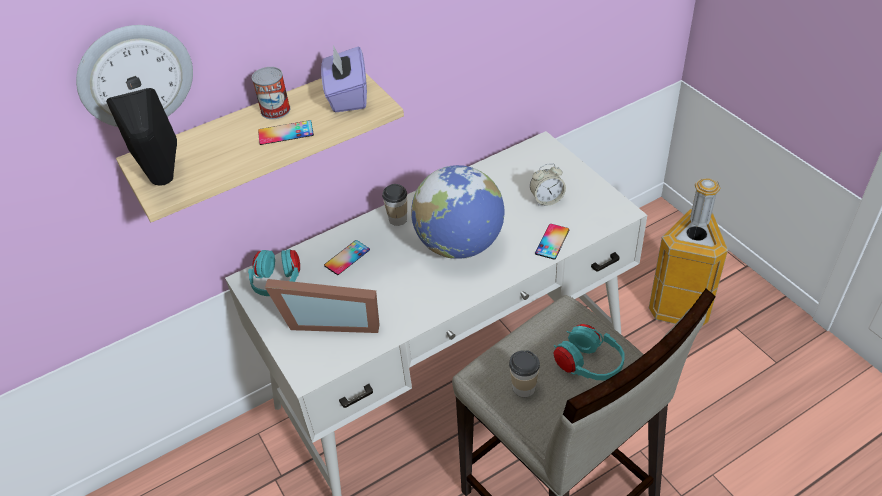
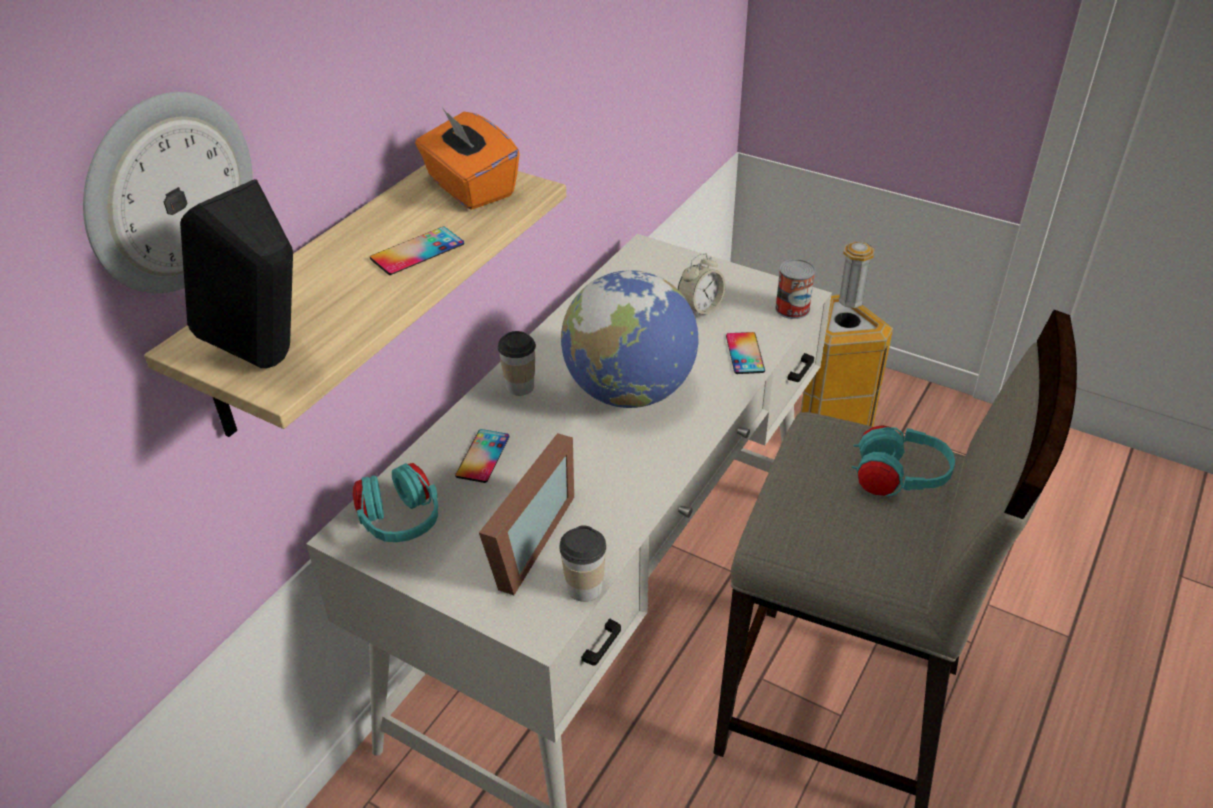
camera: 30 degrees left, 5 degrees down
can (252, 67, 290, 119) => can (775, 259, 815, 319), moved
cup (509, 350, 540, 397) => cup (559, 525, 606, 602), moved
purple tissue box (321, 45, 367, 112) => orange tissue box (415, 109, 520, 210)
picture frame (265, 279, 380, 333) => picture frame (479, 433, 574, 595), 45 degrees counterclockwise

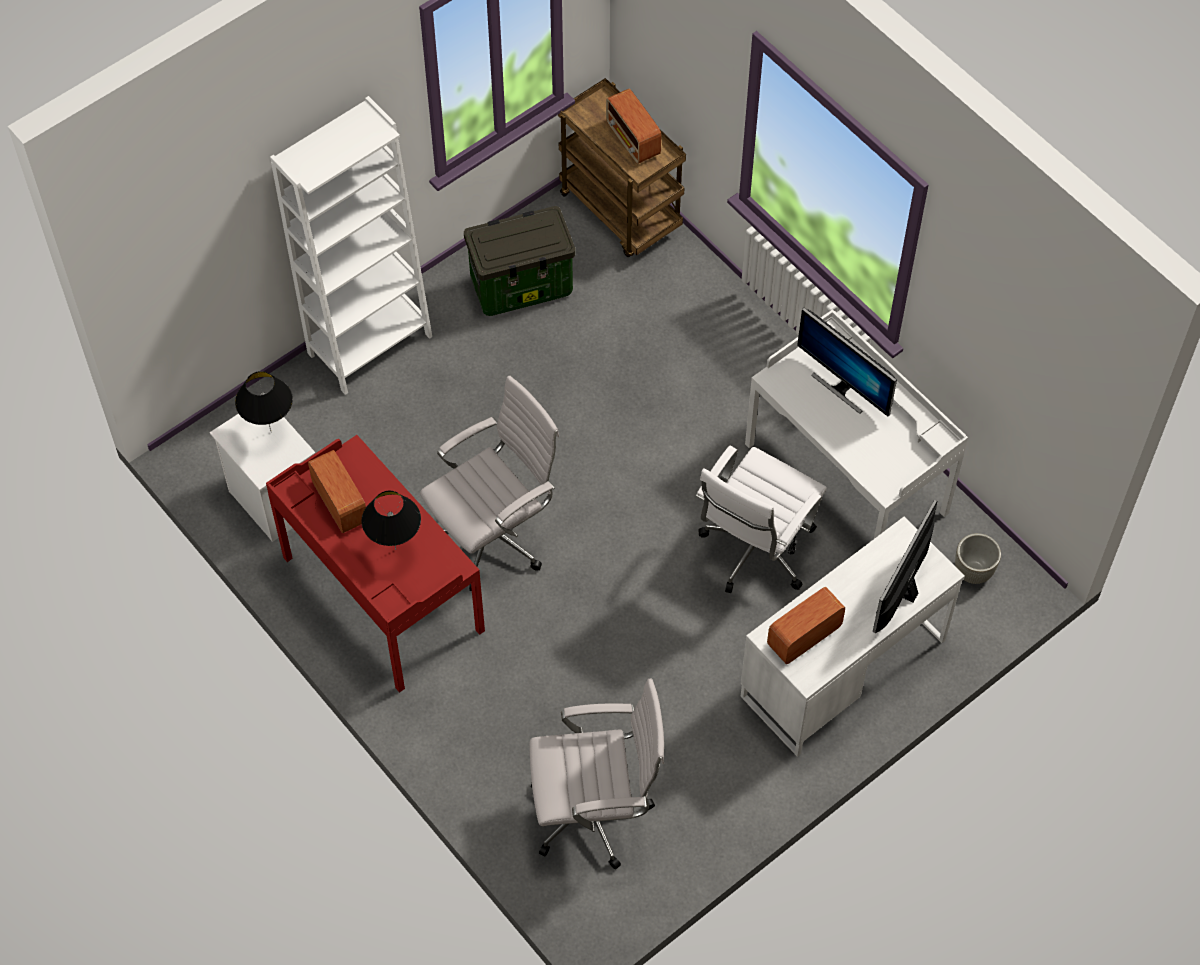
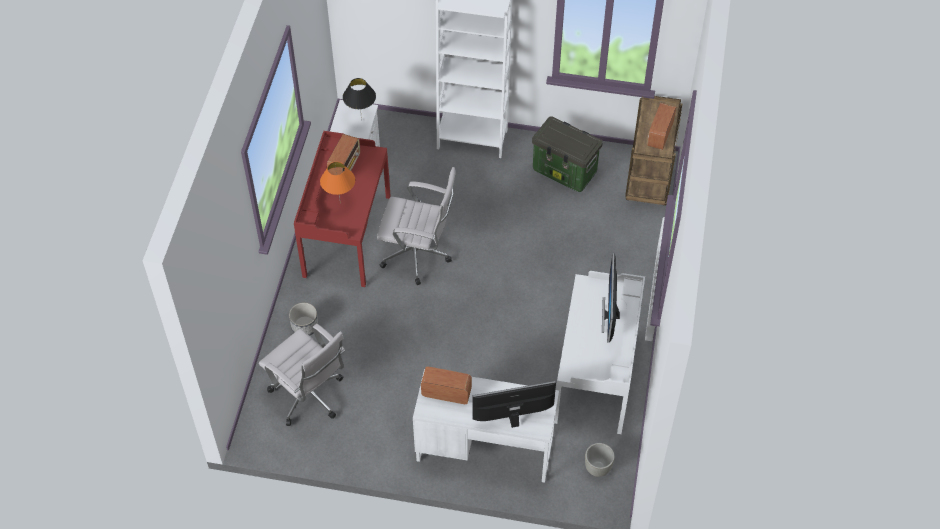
camera: 50 degrees right, 5 degrees down
white office chair (695, 446, 827, 593) => nothing
nothing => planter (289, 303, 319, 336)
black table lamp (361, 491, 421, 550) => orange table lamp (320, 162, 355, 204)

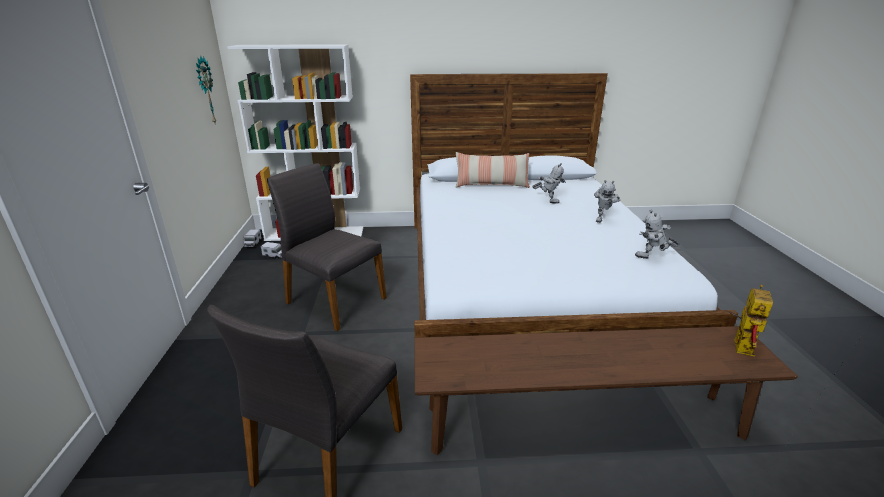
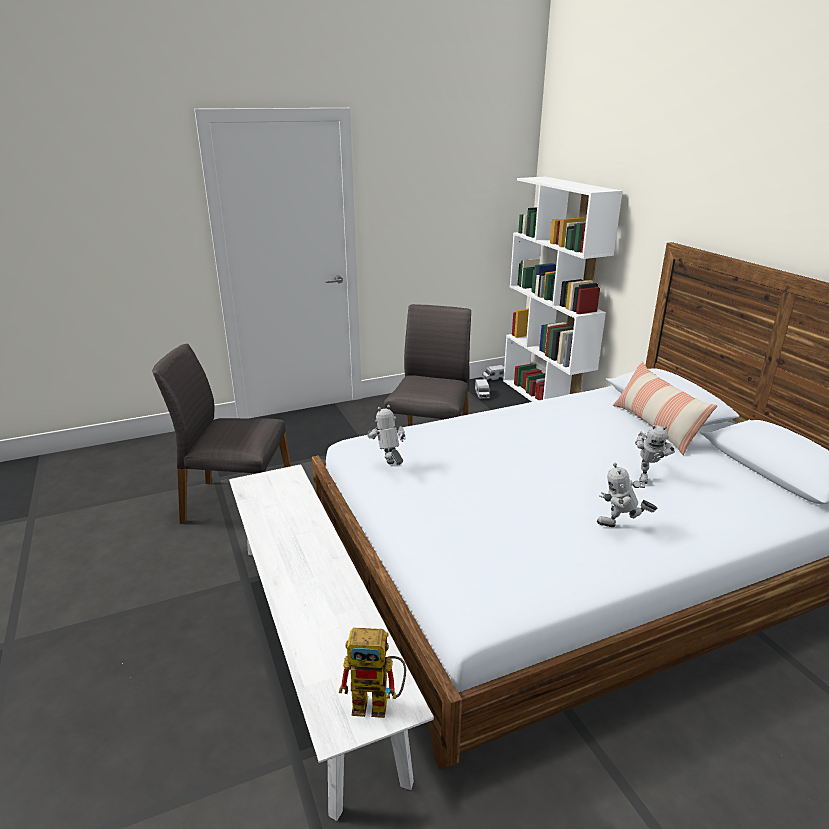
camera: 70 degrees right, 0 degrees up
wall clock (196, 55, 217, 123) => nothing
toy robot (635, 210, 679, 259) => toy robot (368, 405, 406, 465), moved
brown bench (414, 326, 798, 455) => white bench (229, 464, 434, 821)

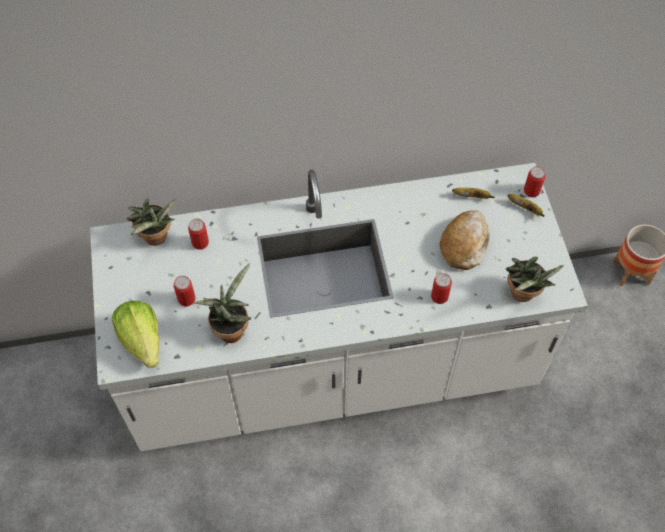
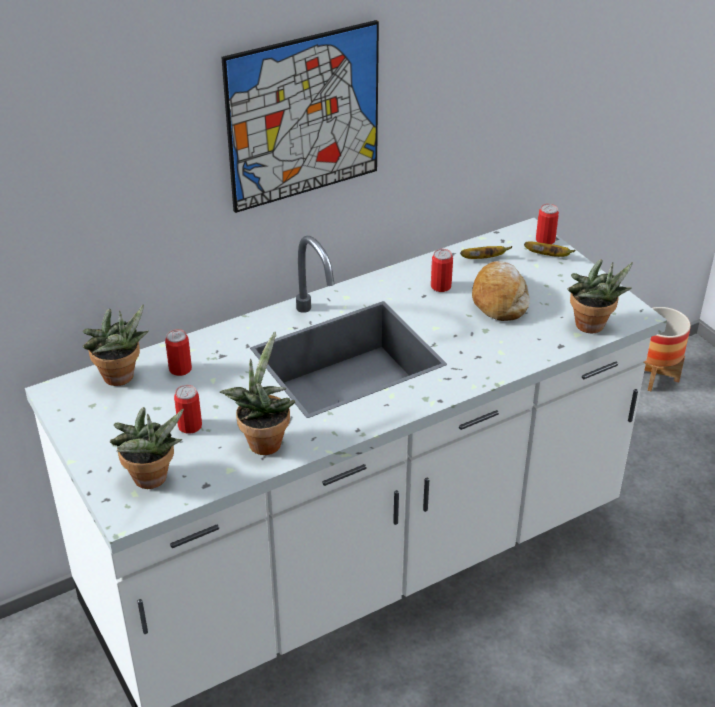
camera: 20 degrees left, 20 degrees down
nothing => picture (221, 20, 379, 213)
can (431, 273, 452, 304) => can (431, 249, 453, 292), moved
lettuce (112, 301, 160, 368) => potted plant (110, 407, 184, 489)

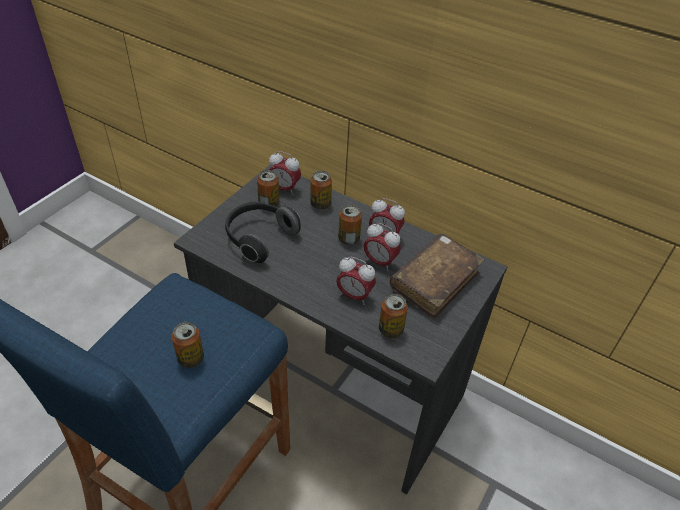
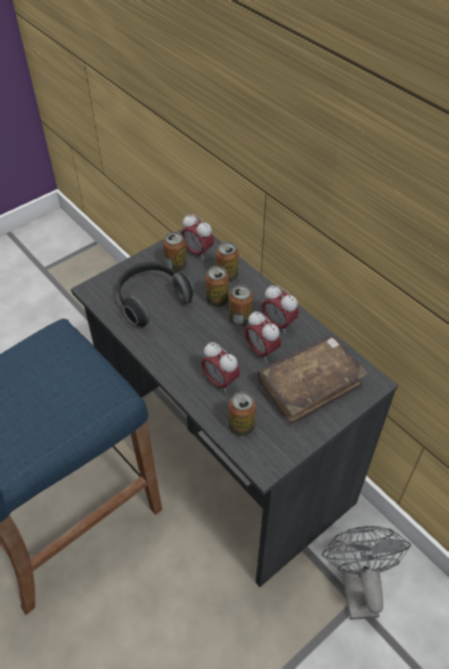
camera: 20 degrees right, 5 degrees up
nothing => grey fan (322, 526, 411, 620)
can (172, 322, 204, 368) => can (205, 266, 229, 307), moved

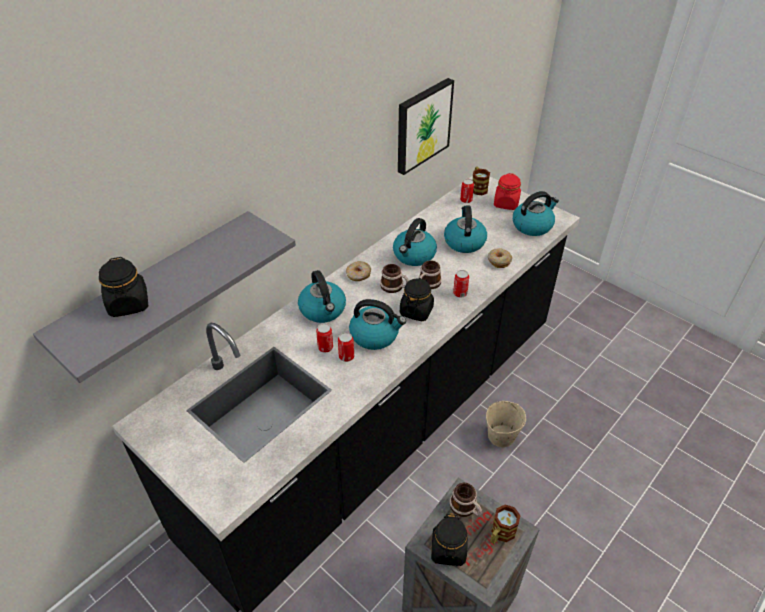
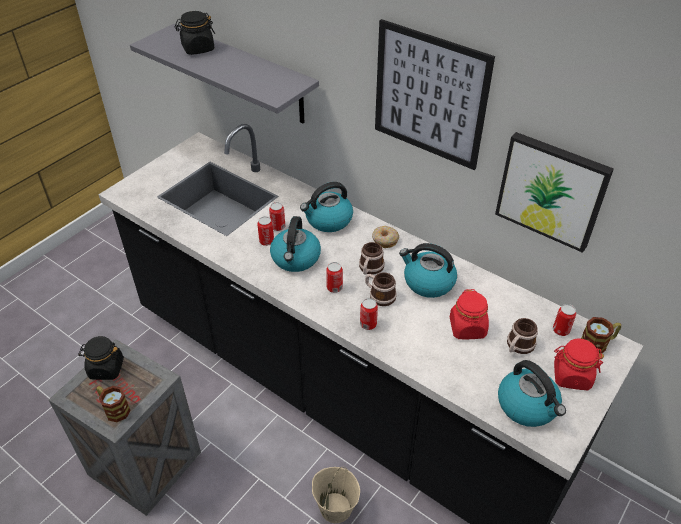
camera: 85 degrees right, 0 degrees up
donut (488, 248, 512, 268) => nothing
nothing => picture (375, 19, 495, 170)
mug (450, 483, 482, 517) => mug (507, 318, 538, 354), moved
black jar (400, 278, 434, 321) => can (326, 262, 343, 293)
kettle (444, 206, 487, 253) => red jar (450, 289, 489, 340)

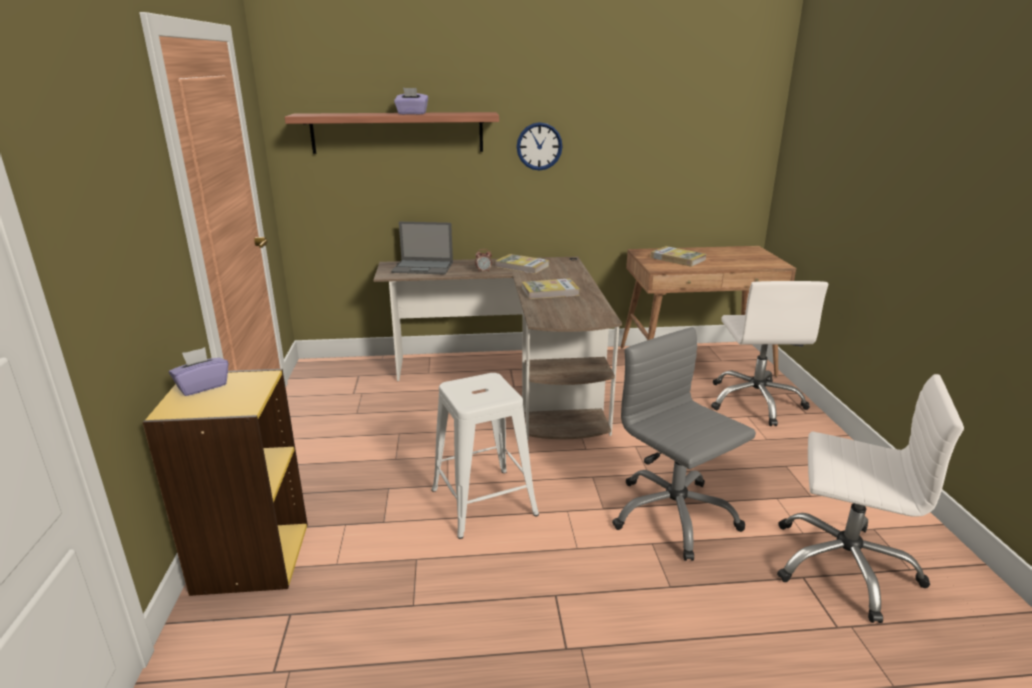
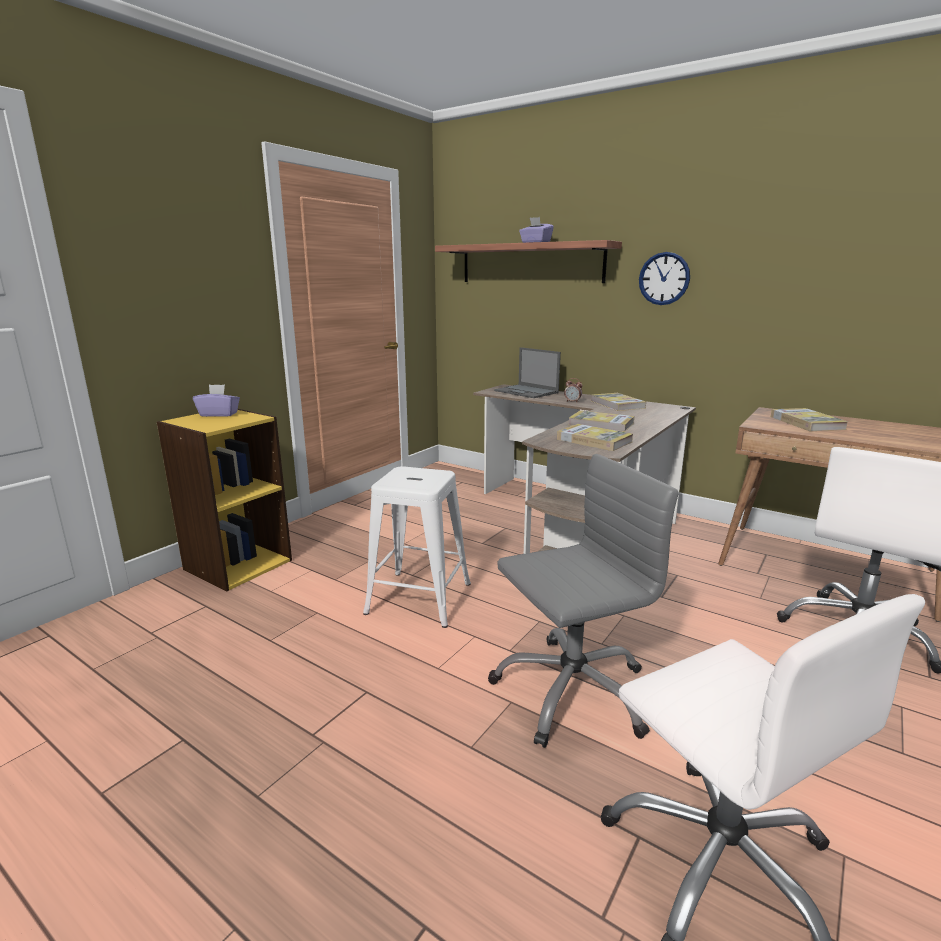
camera: 40 degrees right, 5 degrees down
nothing => book (557, 424, 633, 451)
grey office chair (612, 327, 756, 561) => grey office chair (488, 454, 678, 748), 60 degrees clockwise

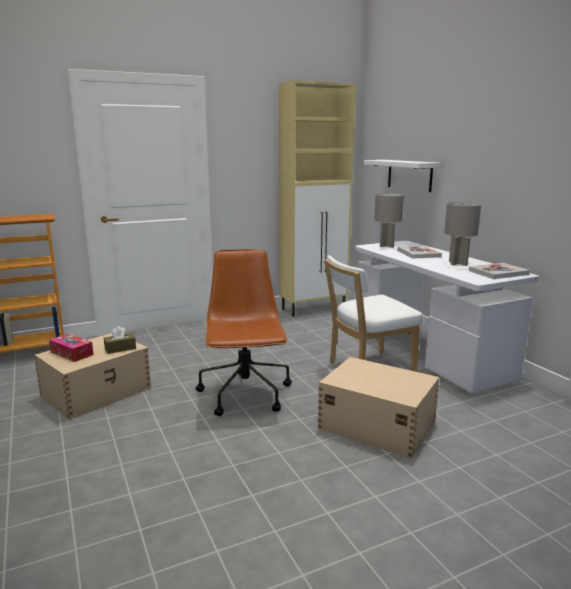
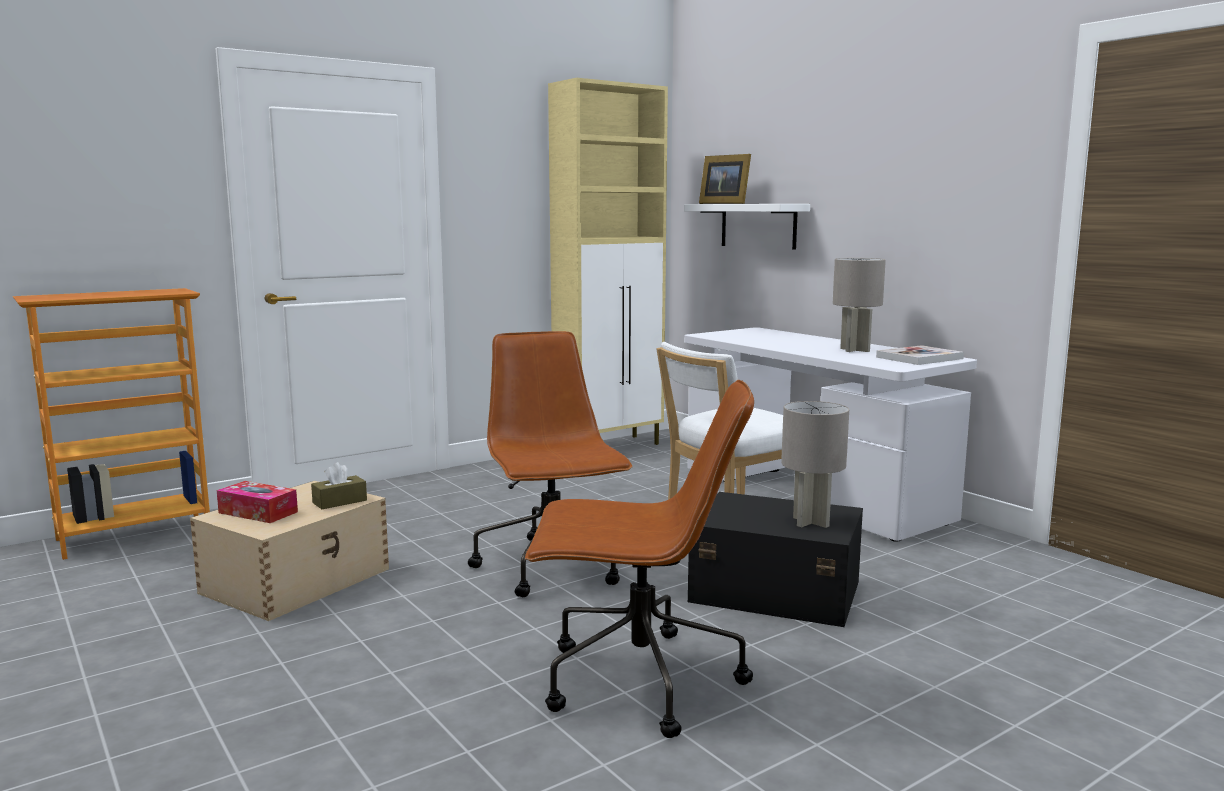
camera: 10 degrees left, 5 degrees down
book (397, 246, 442, 259) => nothing
nothing => brown office chair (525, 380, 754, 738)
nothing => picture frame (699, 154, 751, 204)
grey table lamp (374, 193, 404, 247) => grey table lamp (781, 401, 849, 528), moved
beige storage box (318, 357, 439, 459) => black storage box (688, 492, 863, 627)

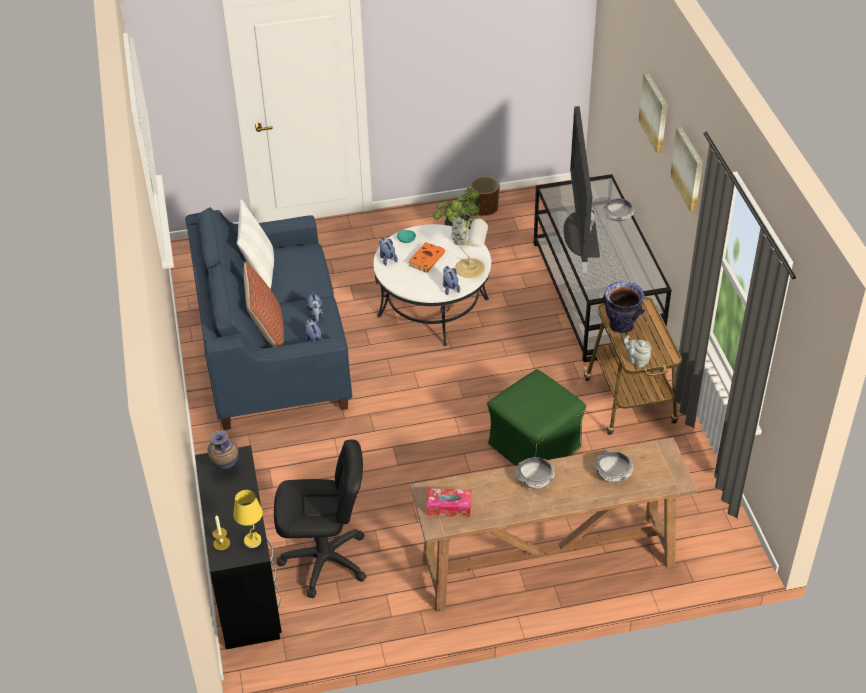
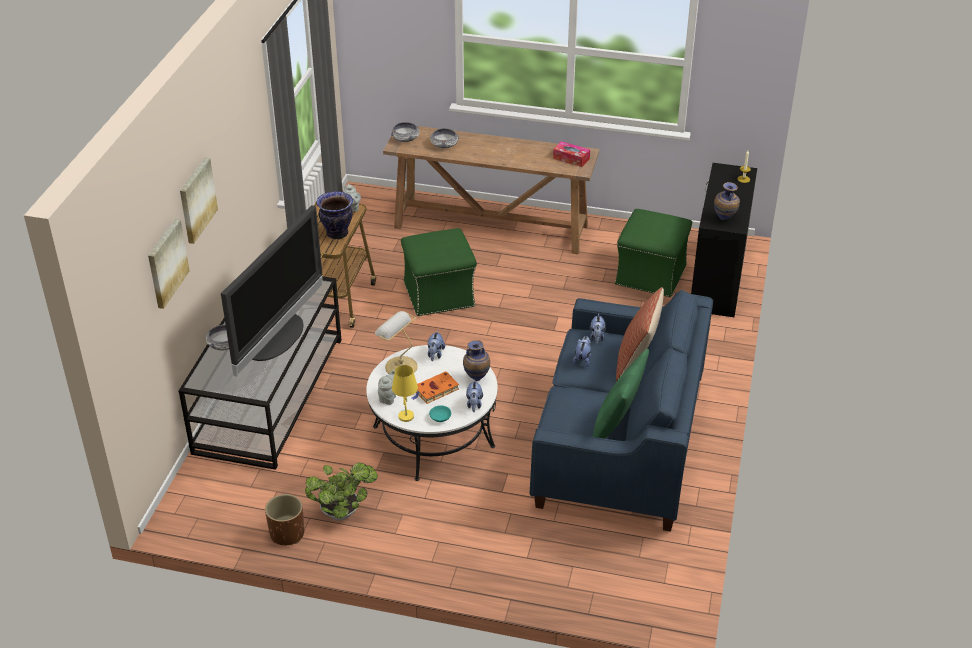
camera: 155 degrees left, 5 degrees down
nothing => vase (463, 340, 490, 381)
yellow table lamp (233, 490, 263, 548) => yellow table lamp (392, 365, 418, 422), moved
bowl (516, 457, 555, 489) => bowl (391, 122, 420, 142), moved
picture (670, 127, 703, 212) => picture (148, 219, 190, 309), moved
black office chair (274, 439, 367, 598) => green ottoman (615, 209, 692, 297)
white pillow (237, 199, 274, 289) => green pillow (593, 349, 649, 439)

